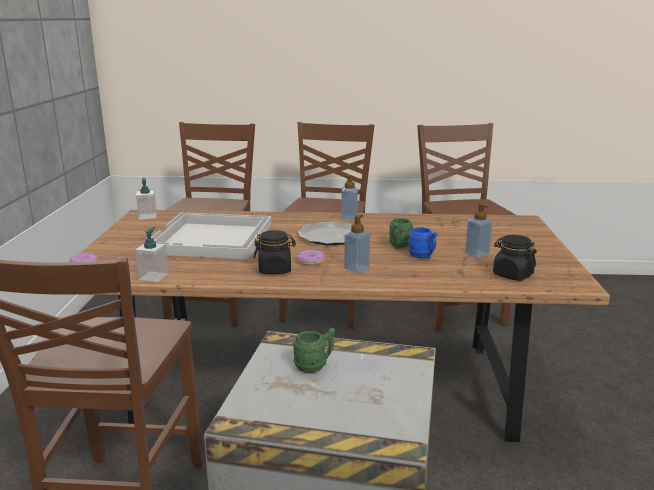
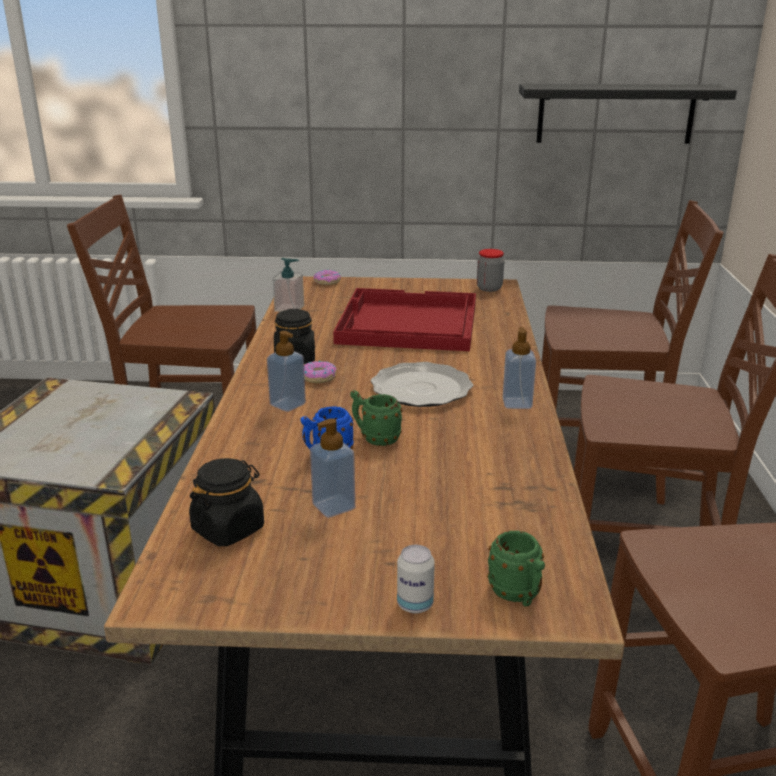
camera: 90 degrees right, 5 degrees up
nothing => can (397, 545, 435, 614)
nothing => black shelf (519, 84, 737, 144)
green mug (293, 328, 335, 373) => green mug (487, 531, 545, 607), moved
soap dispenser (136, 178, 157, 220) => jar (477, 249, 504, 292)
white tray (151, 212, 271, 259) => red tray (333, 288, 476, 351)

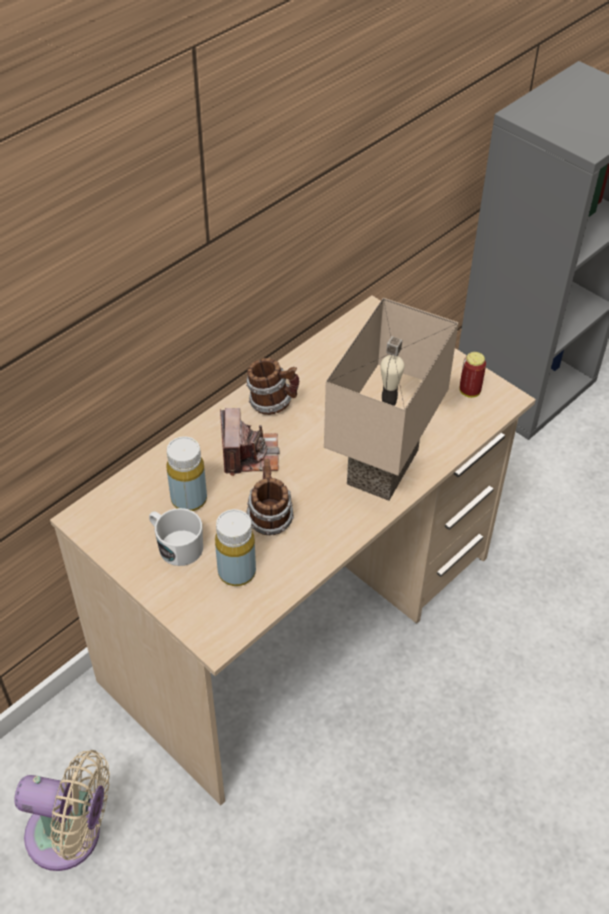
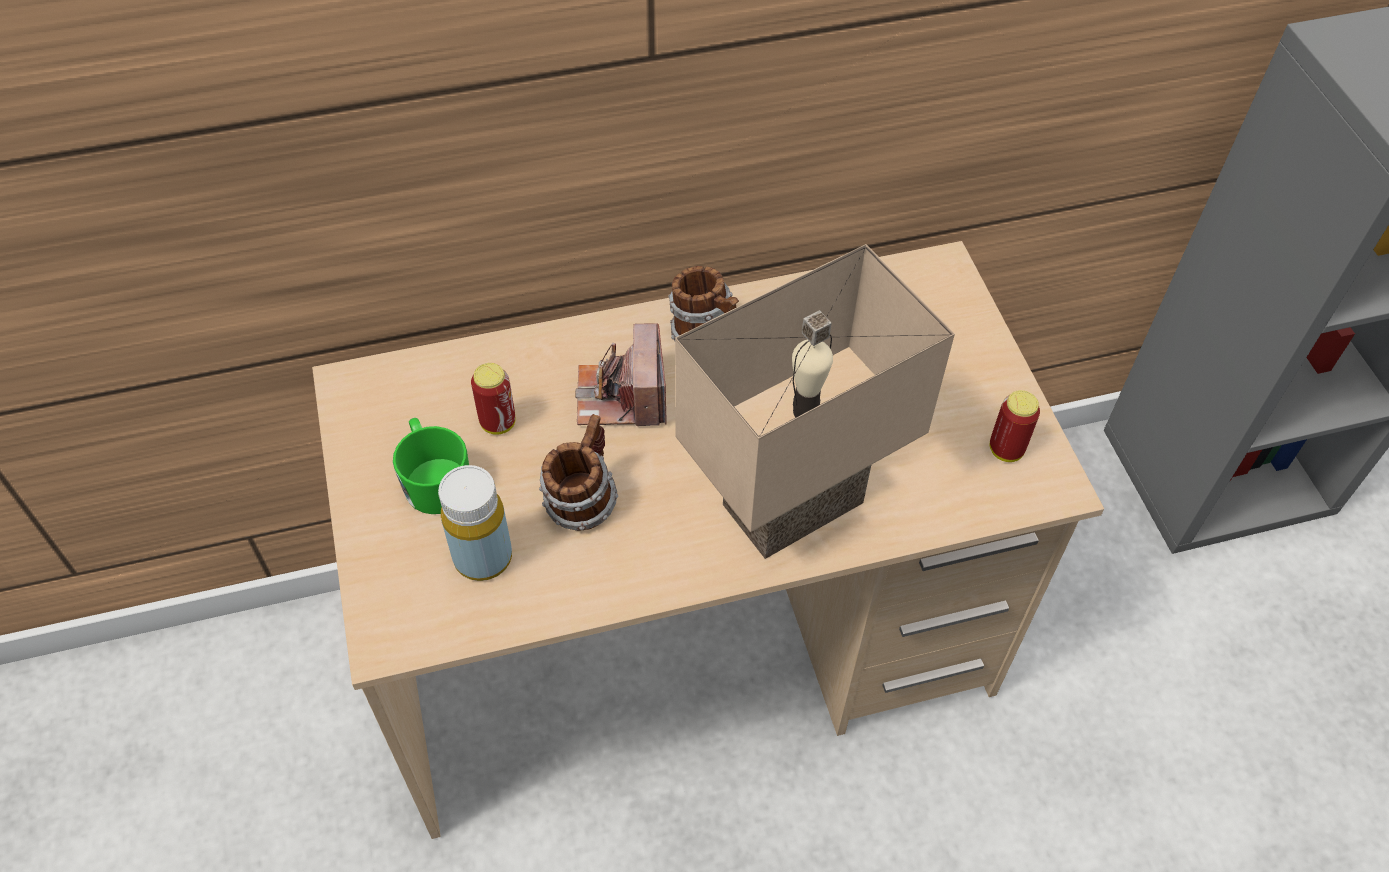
camera: 30 degrees right, 5 degrees up
beige fan (14, 750, 110, 871) => nothing
yellow bottle (167, 436, 207, 511) => can (471, 363, 515, 435)
white mug (149, 508, 203, 566) => green mug (393, 418, 469, 514)
photo camera (220, 408, 280, 476) => photo camera (575, 323, 667, 426), 150 degrees clockwise

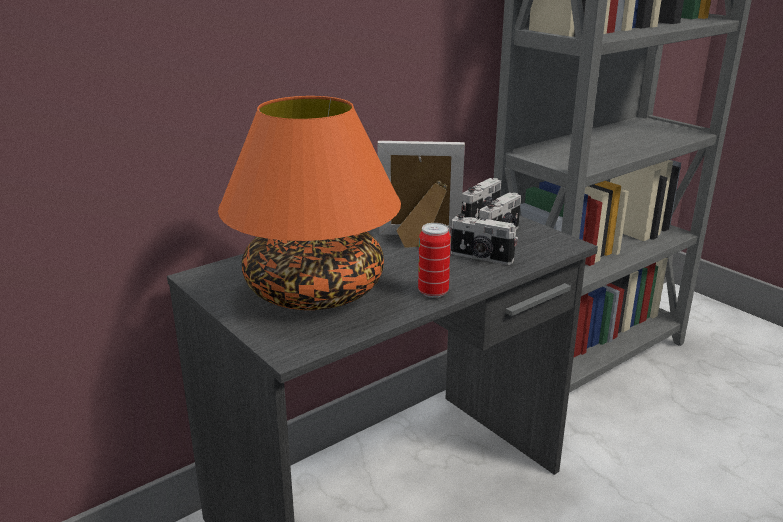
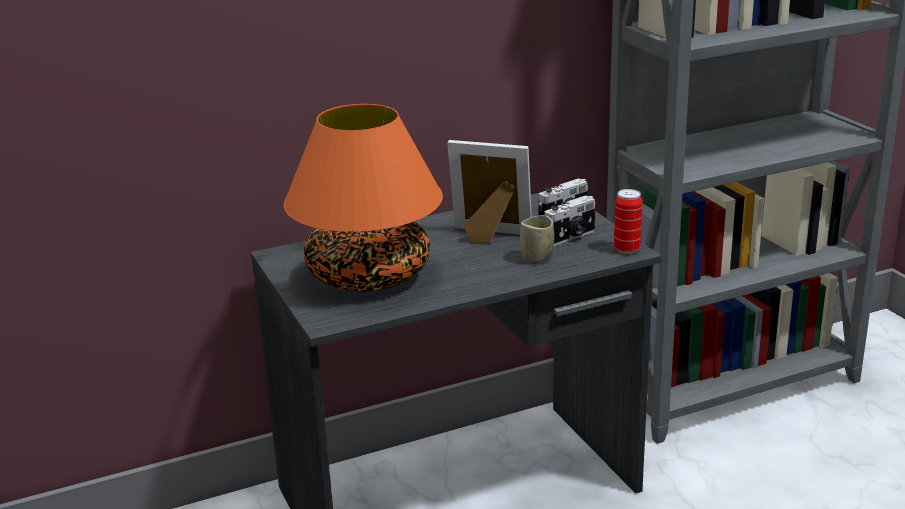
camera: 15 degrees right, 0 degrees up
can (418, 223, 451, 298) => can (614, 189, 643, 254), moved
photo camera (450, 213, 518, 265) => cup (520, 215, 554, 264)

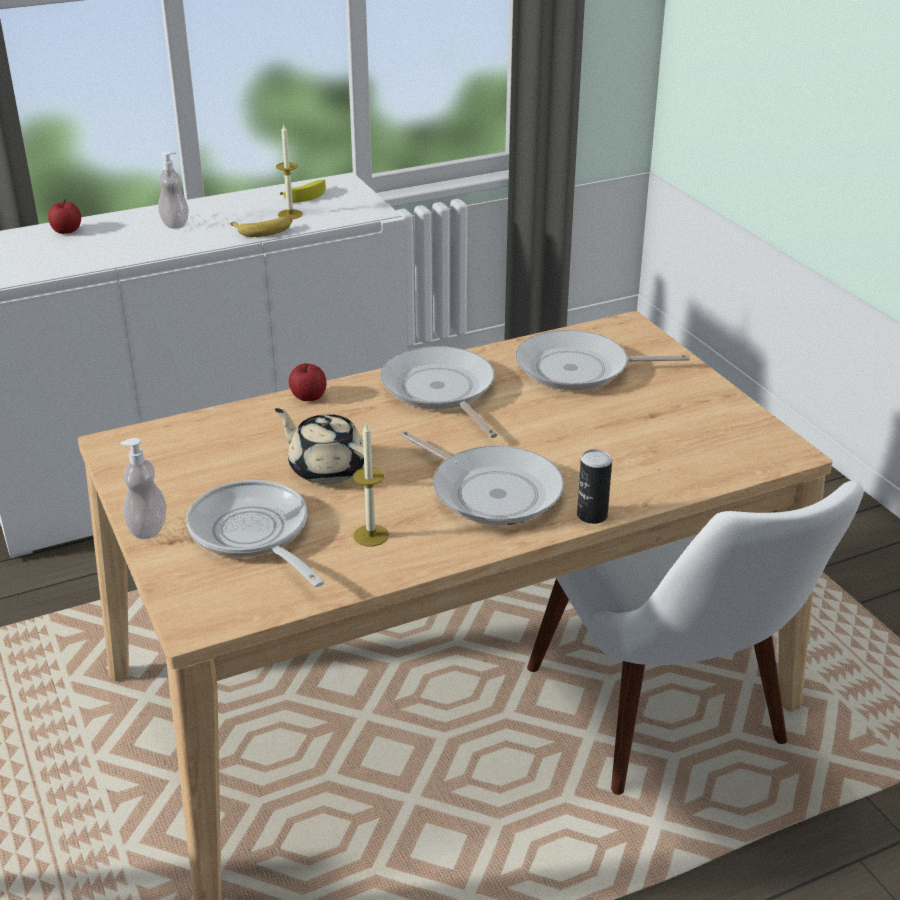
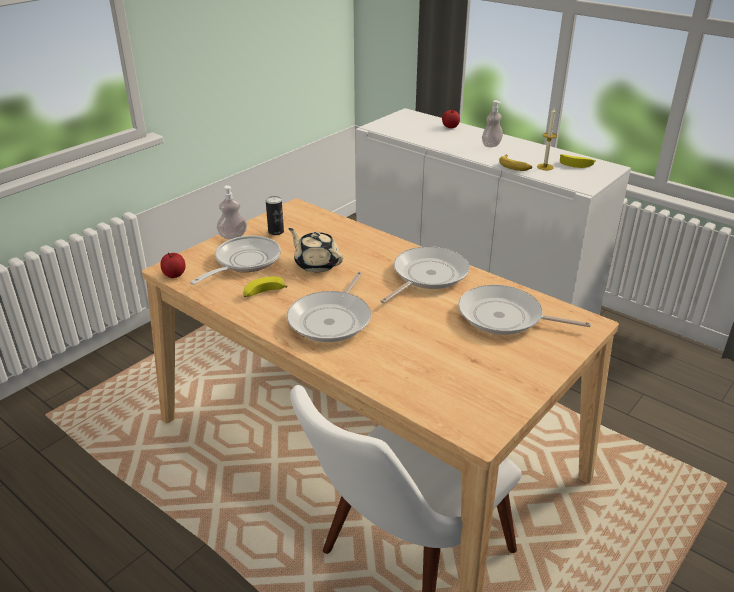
camera: 65 degrees right, 0 degrees up
apple (289, 363, 327, 401) => apple (160, 253, 186, 278), moved
can (577, 449, 612, 524) => can (266, 196, 284, 235), moved
candle (353, 422, 389, 546) => banana (243, 277, 287, 297)
beige teapot (275, 408, 374, 484) => beige teapot (288, 228, 343, 273), 60 degrees counterclockwise
frying pan (516, 330, 689, 391) => frying pan (458, 285, 591, 335), 45 degrees counterclockwise

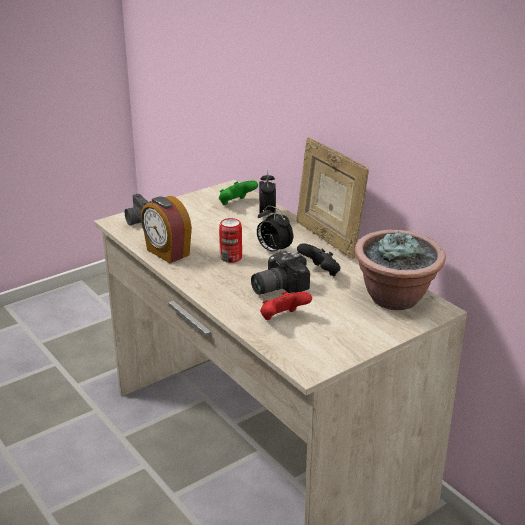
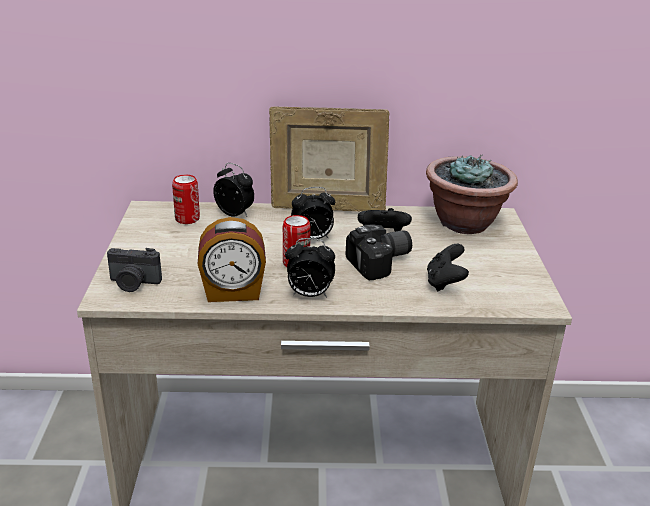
camera: 55 degrees left, 0 degrees up
nothing => alarm clock (285, 238, 335, 297)
green game controller (219, 180, 258, 205) => can (172, 175, 200, 224)
red game controller (260, 291, 312, 320) => black game controller (427, 244, 469, 291)
photo camera (251, 251, 310, 295) => photo camera (345, 225, 412, 280), 120 degrees counterclockwise

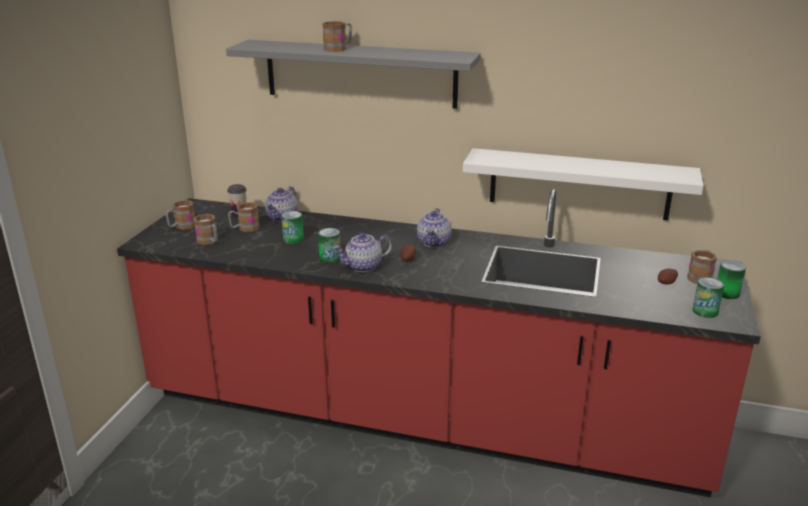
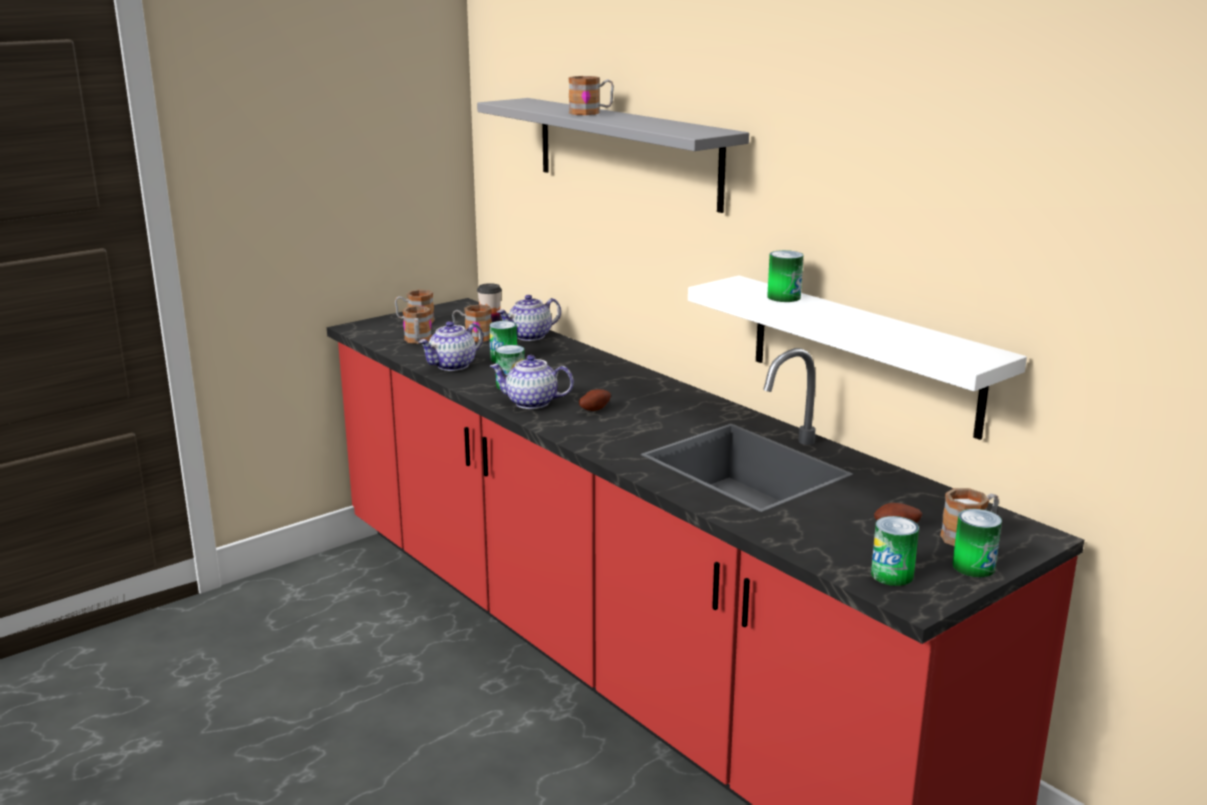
camera: 35 degrees right, 5 degrees down
nothing => can (767, 250, 803, 302)
teapot (417, 208, 452, 247) => teapot (418, 321, 483, 371), moved

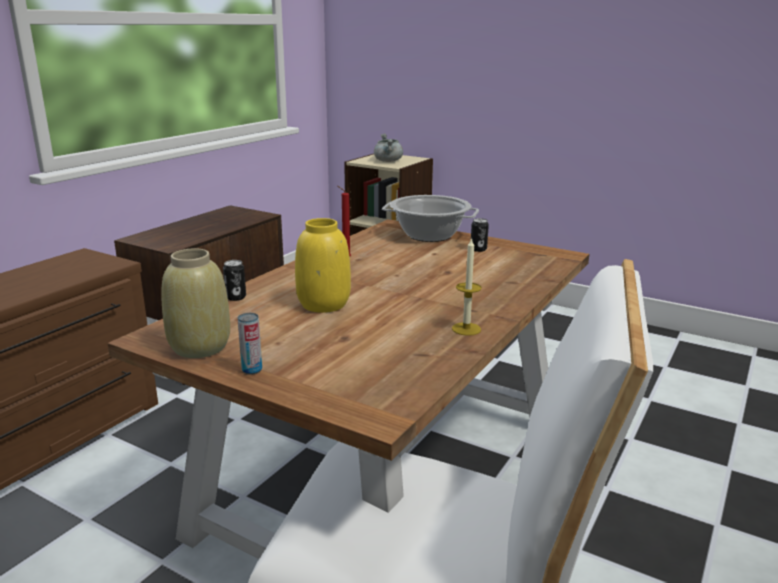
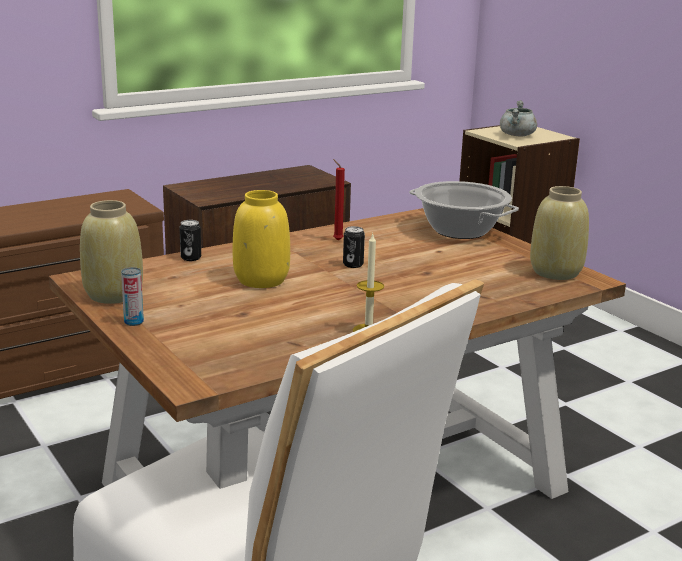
camera: 25 degrees right, 0 degrees up
nothing => beige vase (530, 186, 589, 280)
can (471, 218, 489, 252) => can (343, 226, 365, 268), moved

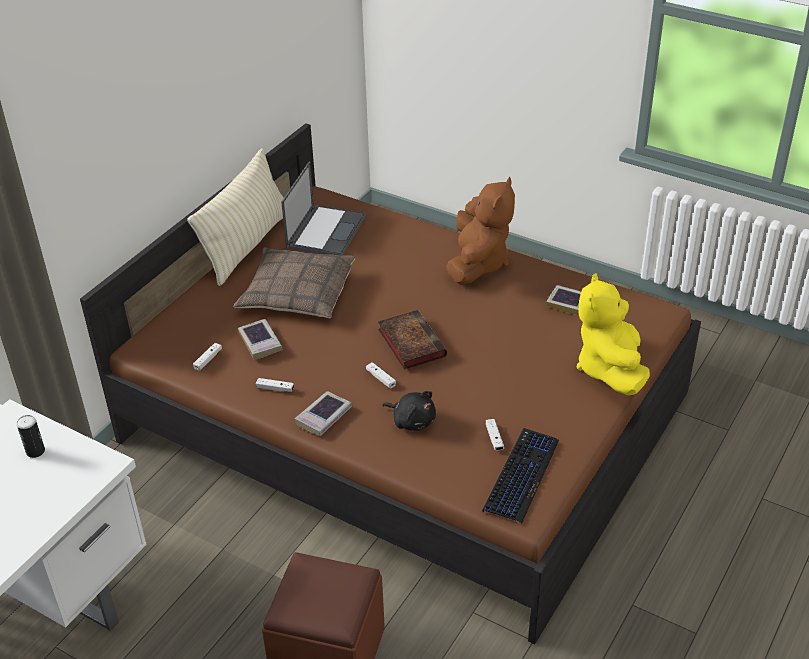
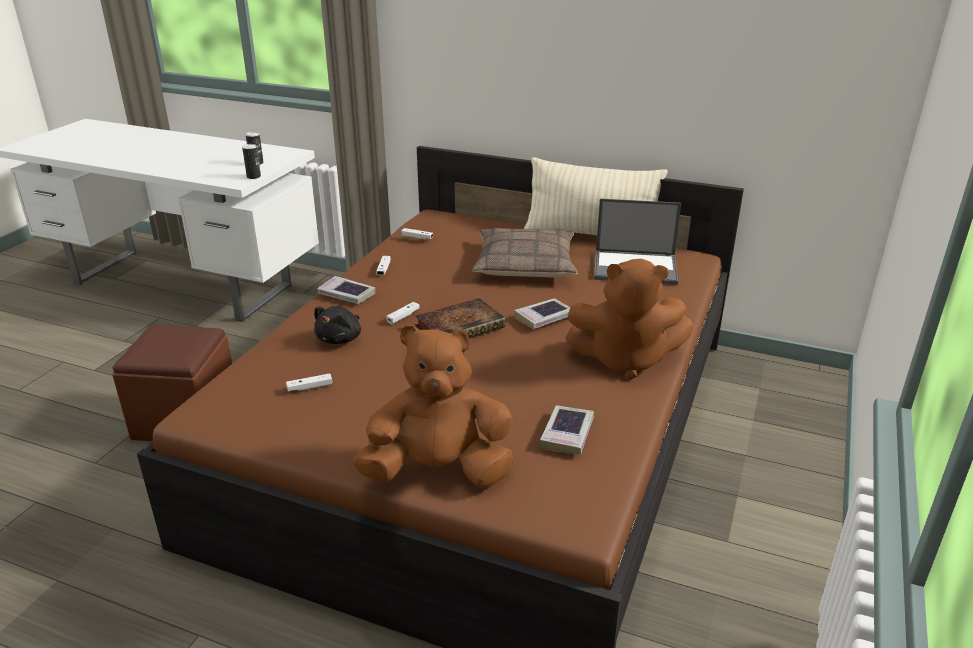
camera: 80 degrees right, 10 degrees down
keyboard (482, 428, 559, 523) => nothing
nothing => can (242, 144, 261, 179)
book (238, 319, 283, 360) => book (514, 298, 570, 329), moved
yellow plush toy (577, 273, 650, 396) => brown plush toy (353, 325, 514, 488)

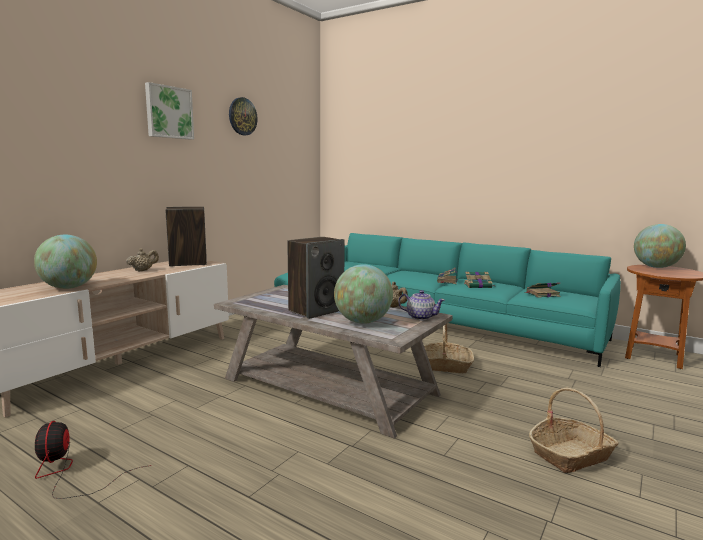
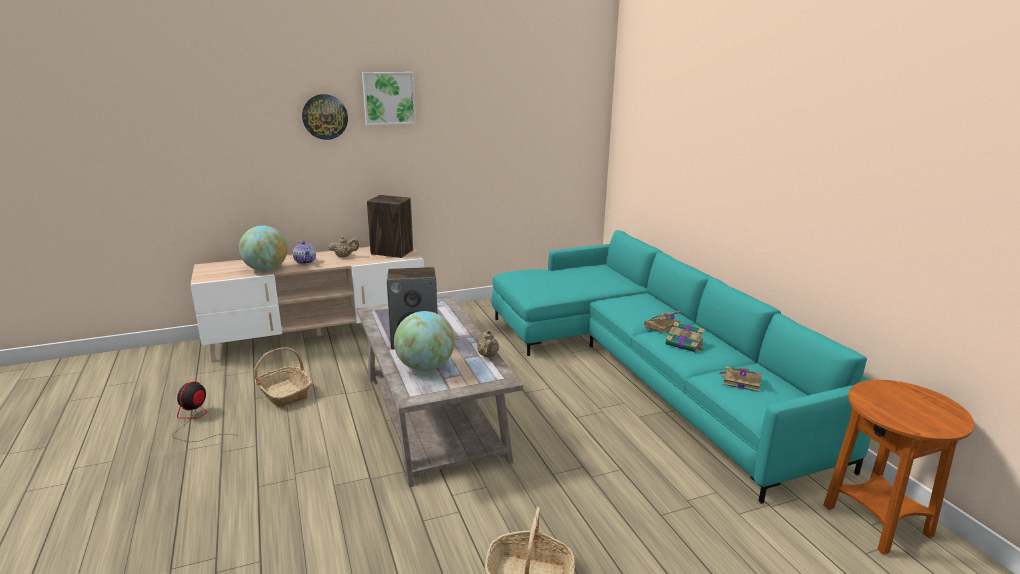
camera: 35 degrees right, 10 degrees up
globe (634, 224, 686, 268) => nothing
wall clock (229, 97, 258, 135) => wall clock (302, 94, 348, 140), moved
teapot (398, 290, 445, 320) => teapot (293, 241, 316, 264), moved
basket (424, 324, 474, 373) => basket (254, 347, 311, 407), moved

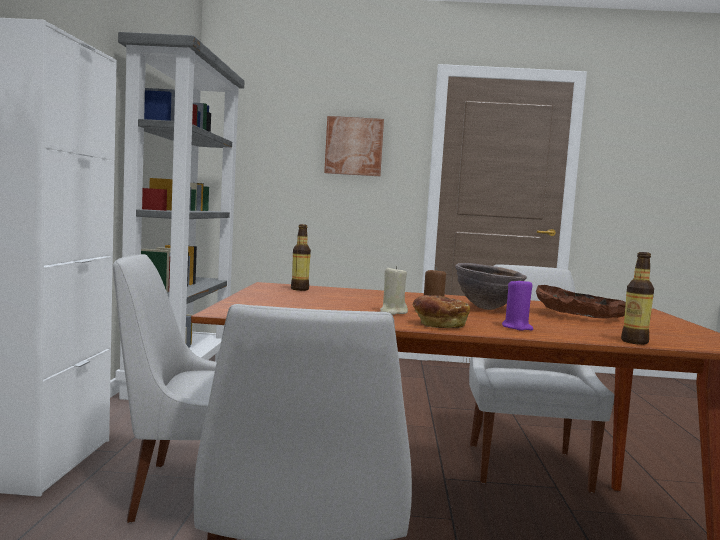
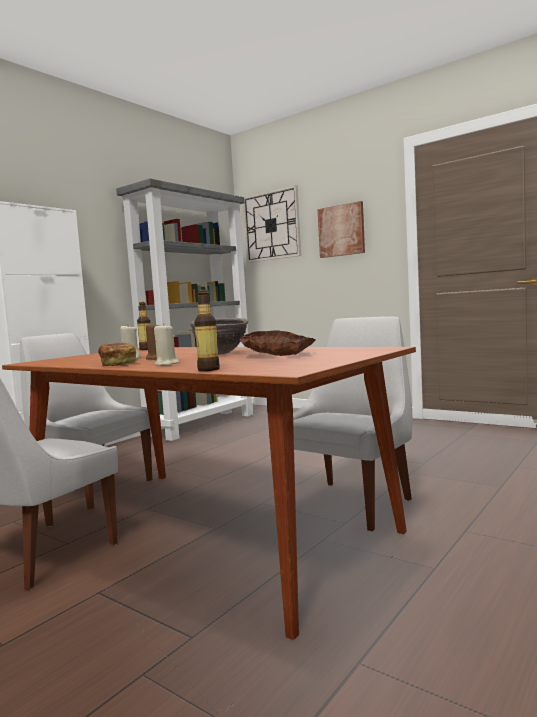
camera: 35 degrees right, 0 degrees up
nothing => wall clock (243, 185, 301, 263)
purple candle (502, 277, 533, 330) => beige candle (154, 323, 179, 366)

